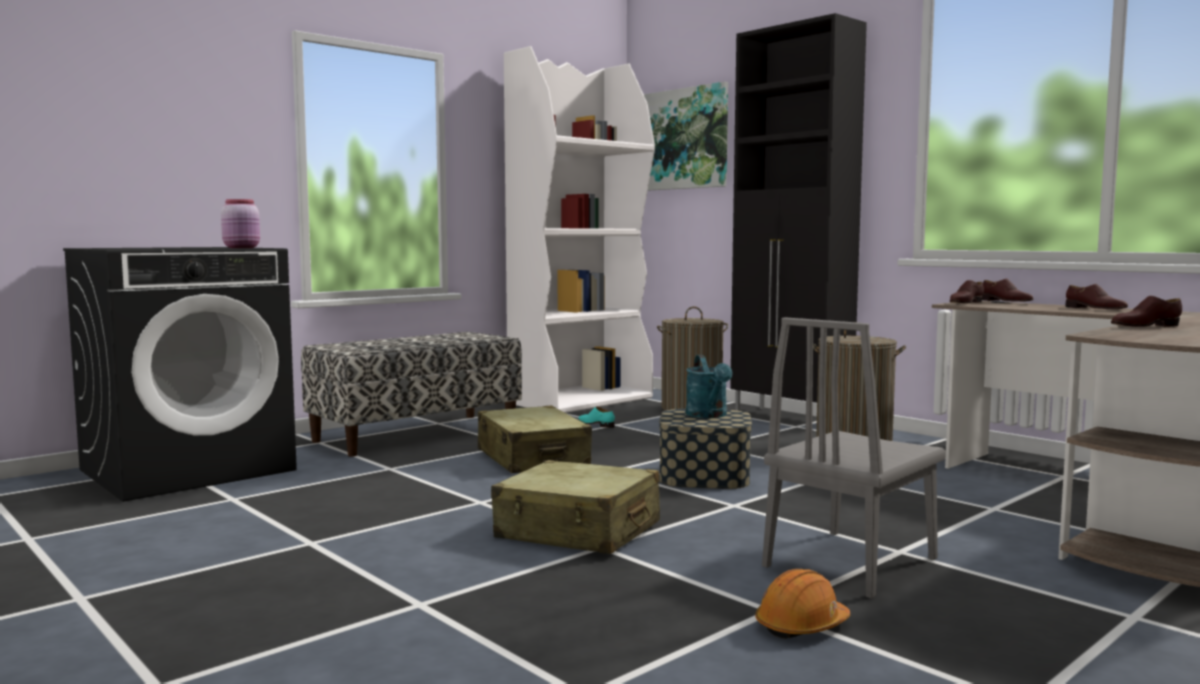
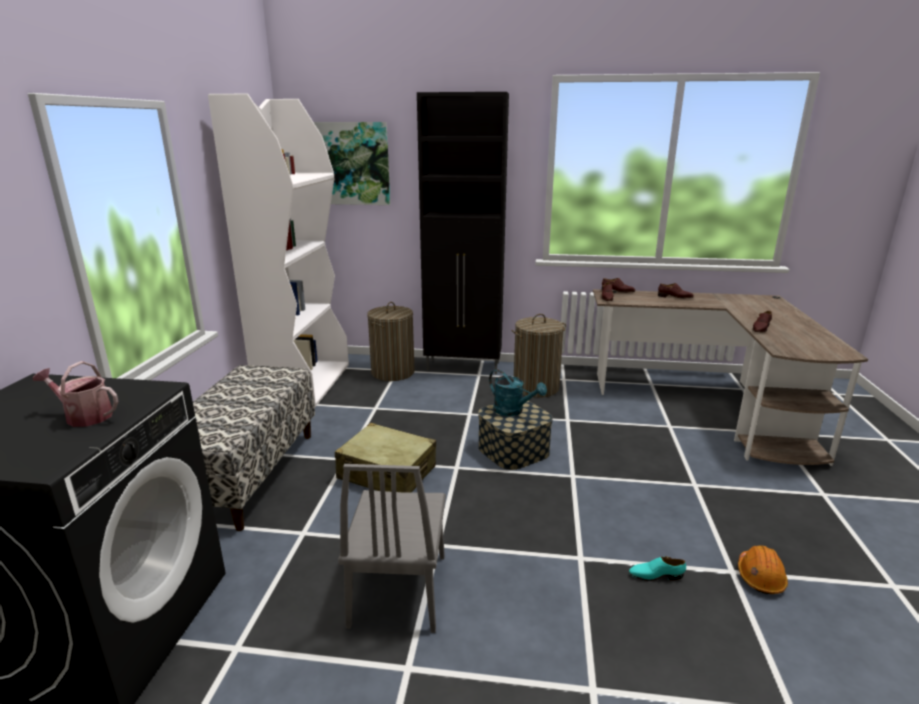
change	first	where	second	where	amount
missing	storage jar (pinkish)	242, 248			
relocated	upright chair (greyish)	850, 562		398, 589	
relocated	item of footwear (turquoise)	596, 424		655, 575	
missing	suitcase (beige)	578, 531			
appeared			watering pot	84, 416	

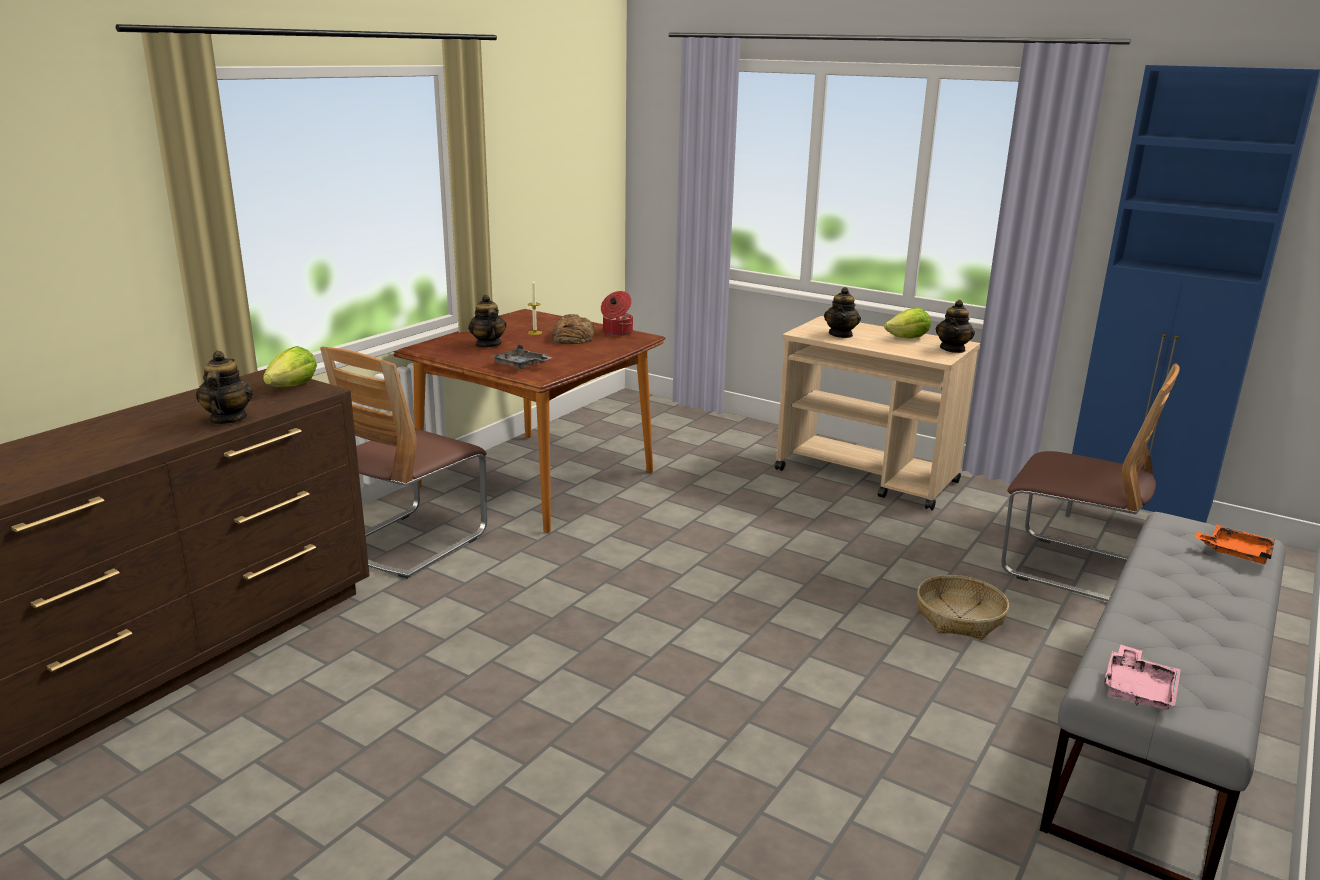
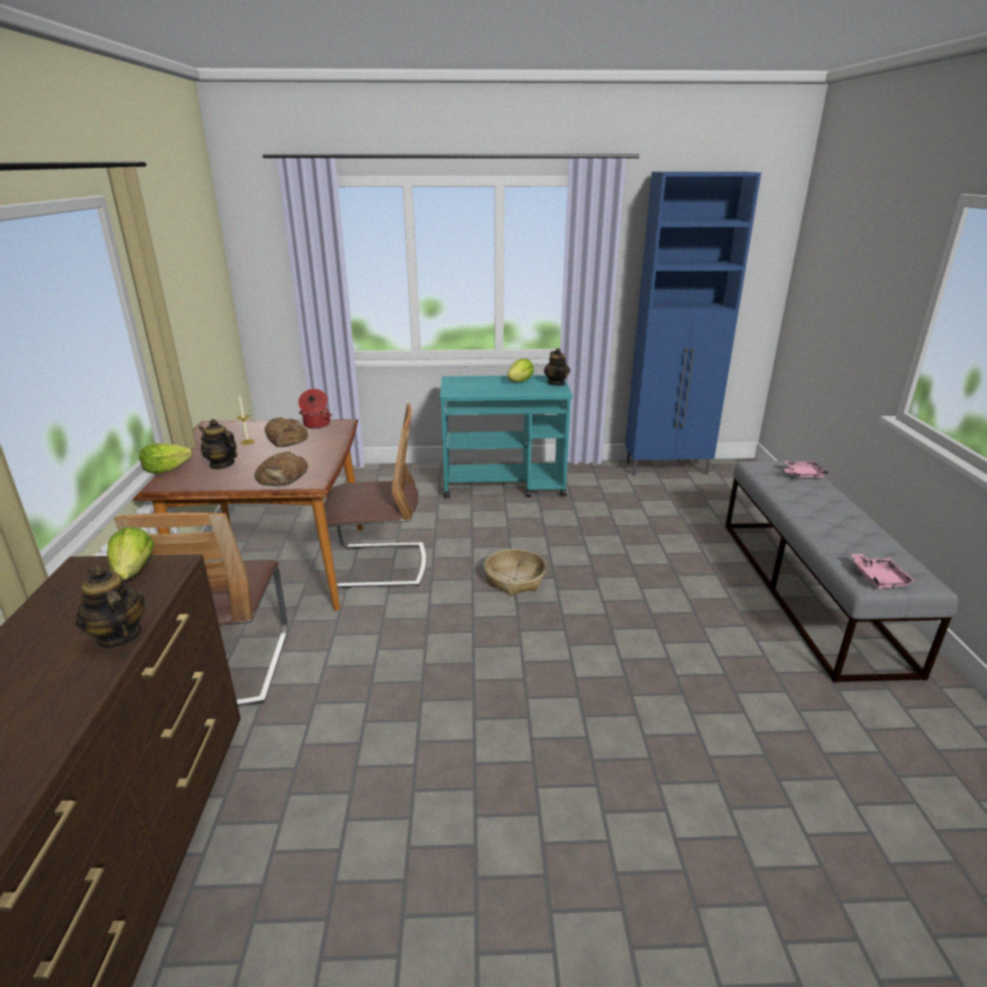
change	first	where	second	where	amount
missing	pot for tea	841, 334			
colour	wheeled cart (beige)	867, 476	wheeled cart (turquoise)	504, 484	
exchanged	serving tray (greyish)	521, 365	bakery bread	282, 476	
relocated	upright chair	1070, 569		378, 566	
colour	serving tray (orange-coloured)	1235, 552	serving tray (pinkish)	802, 474	
relocated	storage basket	959, 617		514, 579	
appeared			head of lettuce	166, 470	

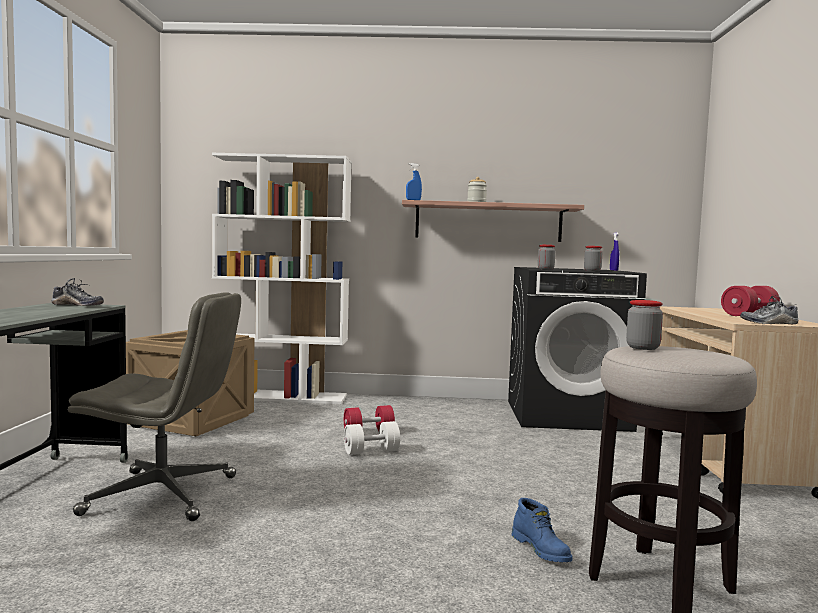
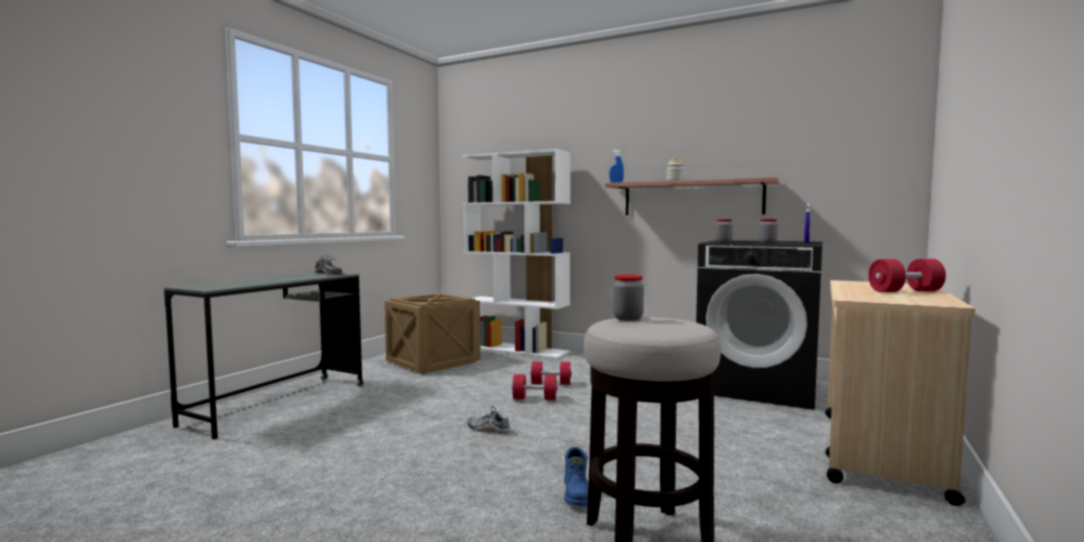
change	first	where	second	where	amount
missing	computer chair (greyish)	164, 495			
relocated	item of footwear	769, 323		488, 429	
colour	dumbbell (whitish)	371, 451	dumbbell (reddish)	534, 398	

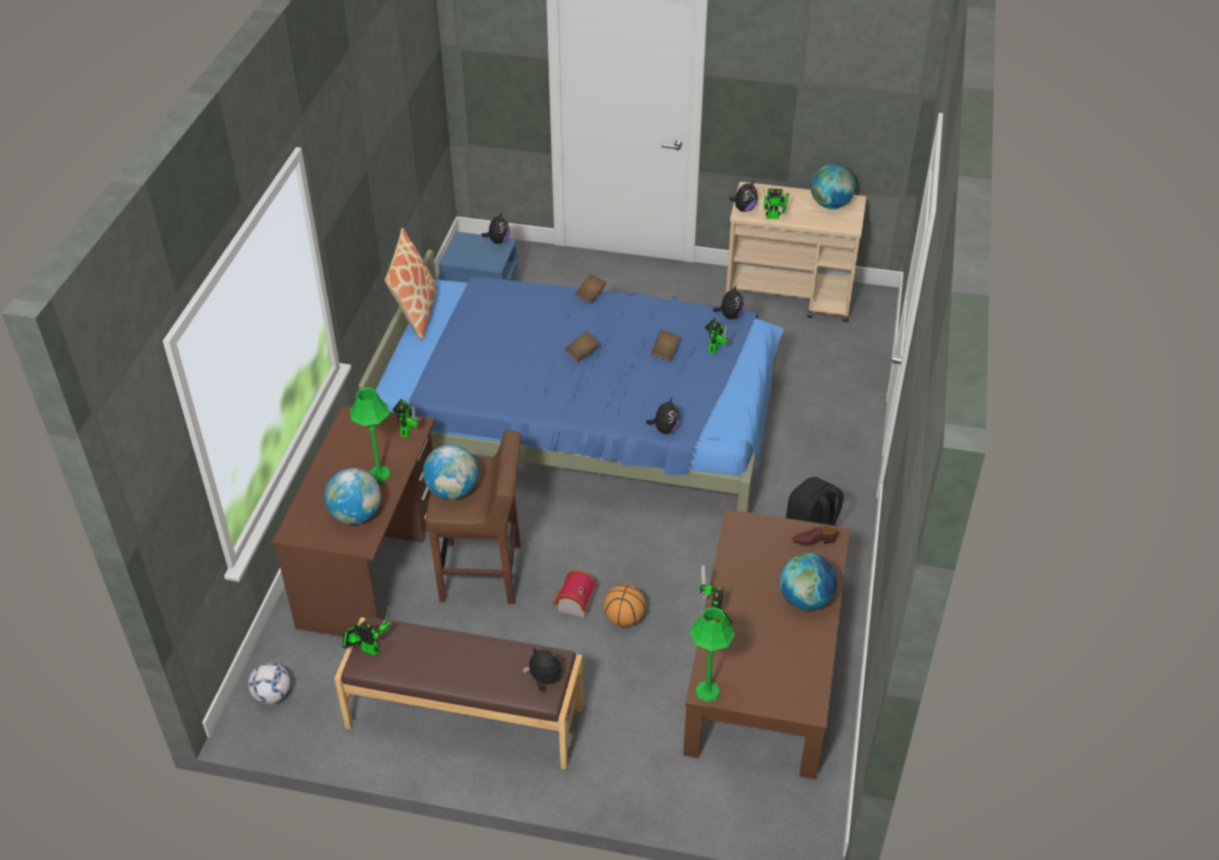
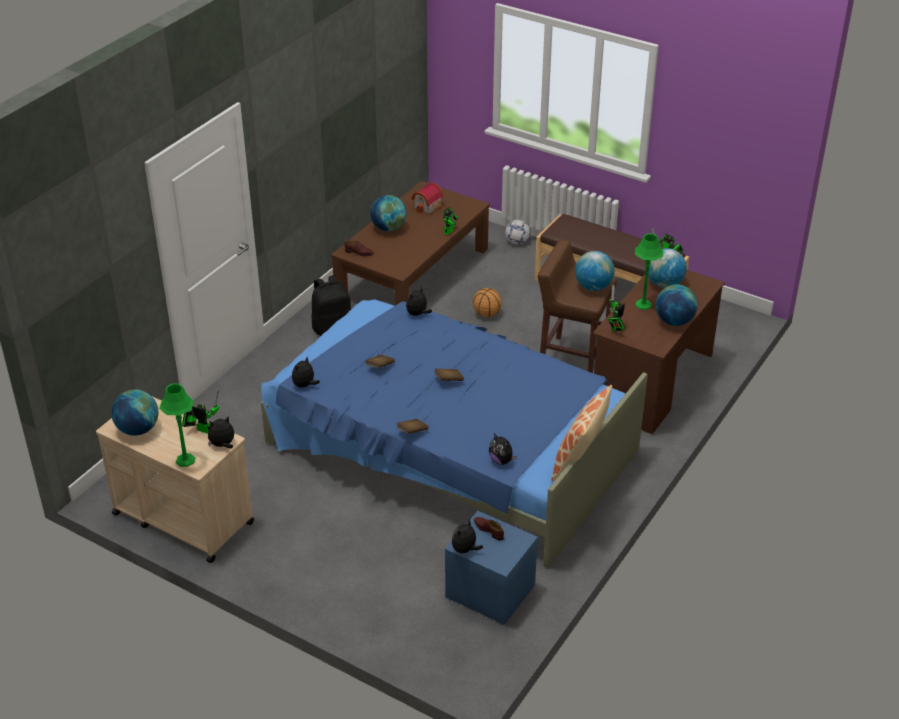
change	first	where	second	where	amount
missing	model robot	714, 347			
relocated	miniature house	573, 604		429, 207	
relocated	table lamp (green)	707, 691		185, 460	
relocated	plush toy	544, 680		501, 460	
relocated	football	272, 695		517, 242	
appeared			world globe	674, 321	
appeared			item of footwear (brownish)	488, 530	

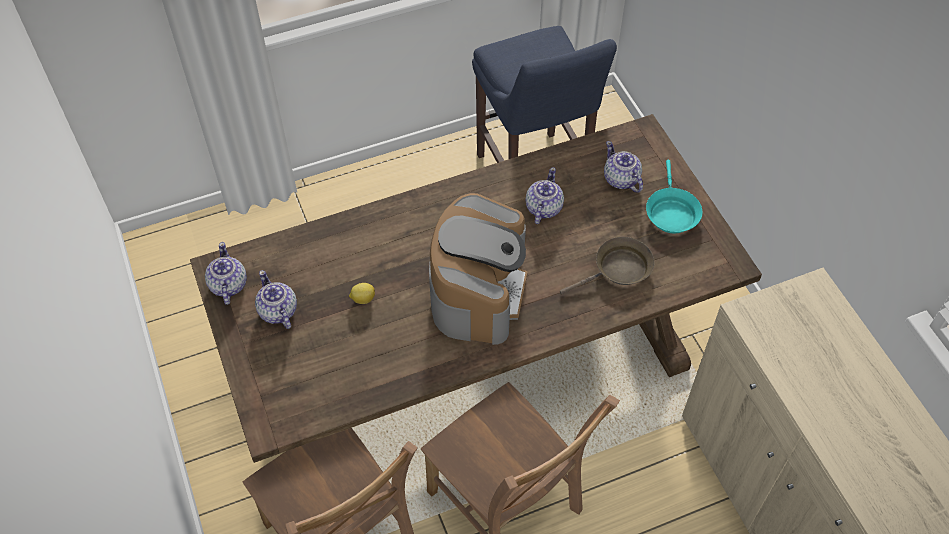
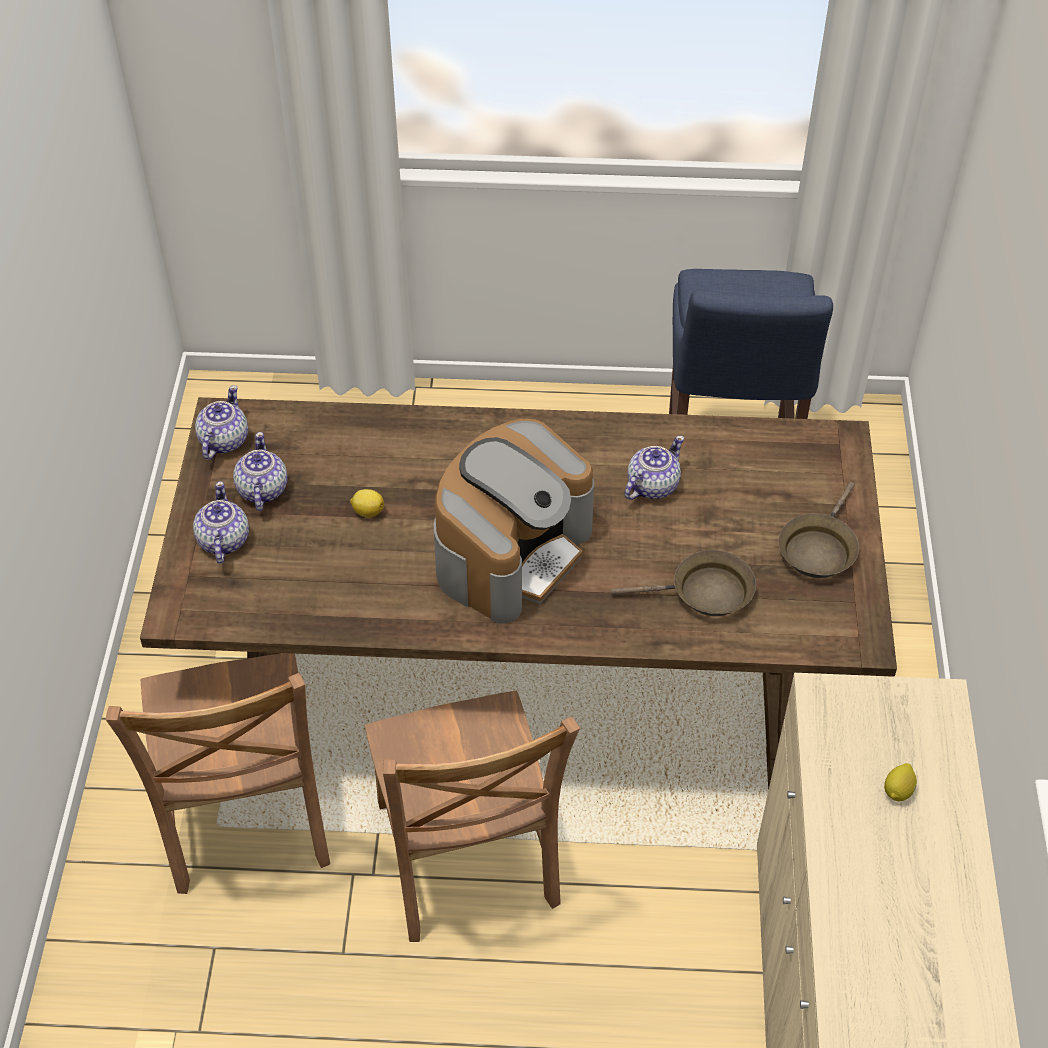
change	first	where	second	where	amount
relocated	pot for tea	621, 180		223, 541	
colour	pan (turquoise)	671, 212	pan (brownish)	818, 548	
appeared			whole lemon	898, 791	

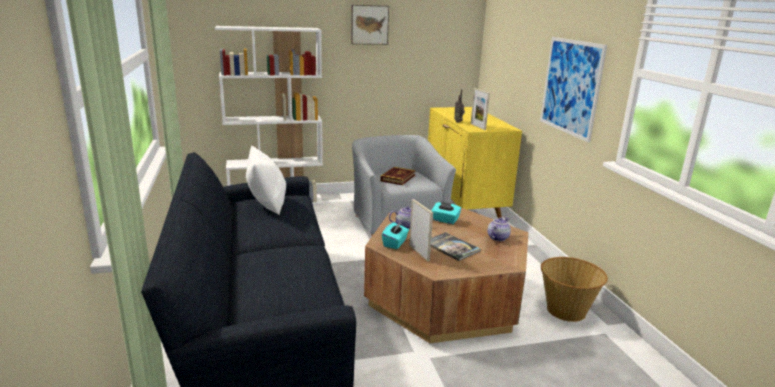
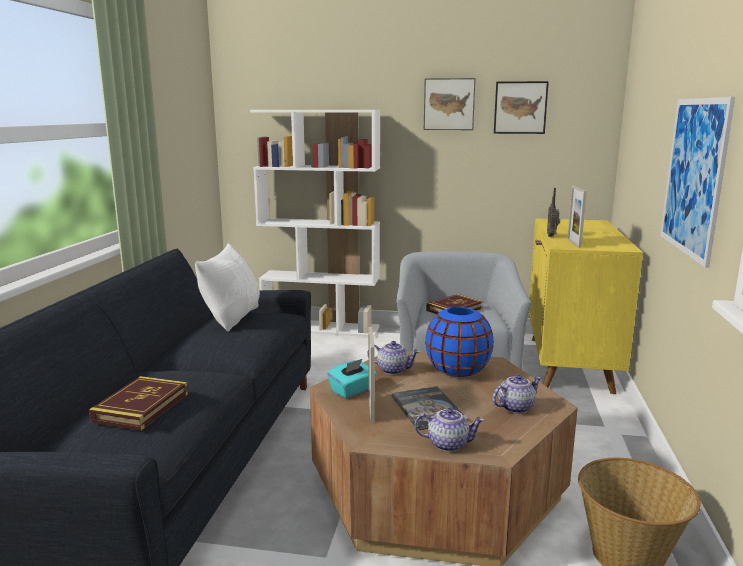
change	first	where	second	where	amount
exchanged	box of tissues (turquoise)	445, 220	decorative vase (blue-coloured)	458, 370	
appeared			wall picture	520, 107	
appeared			book	141, 407	
appeared			pot for tea	448, 444	

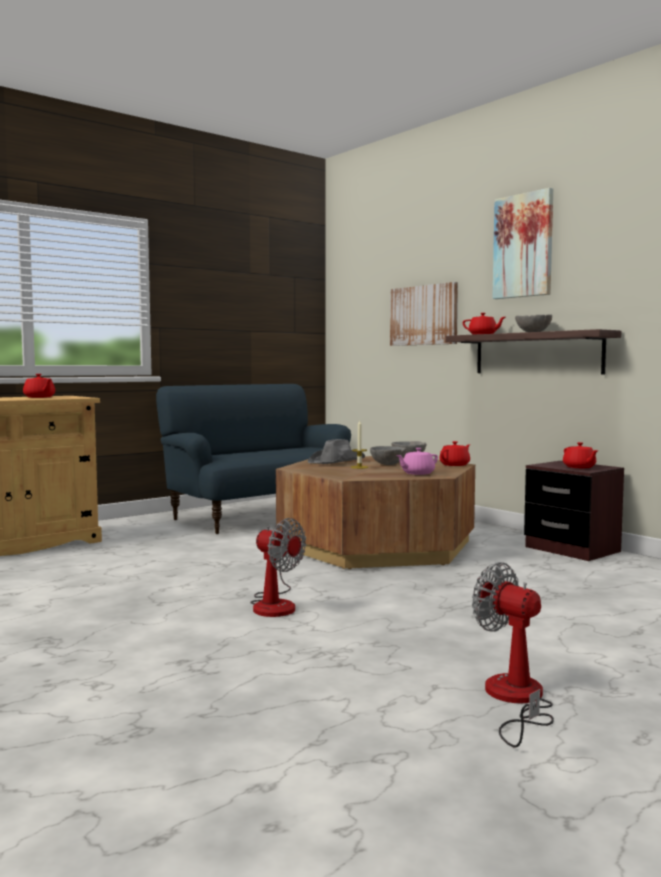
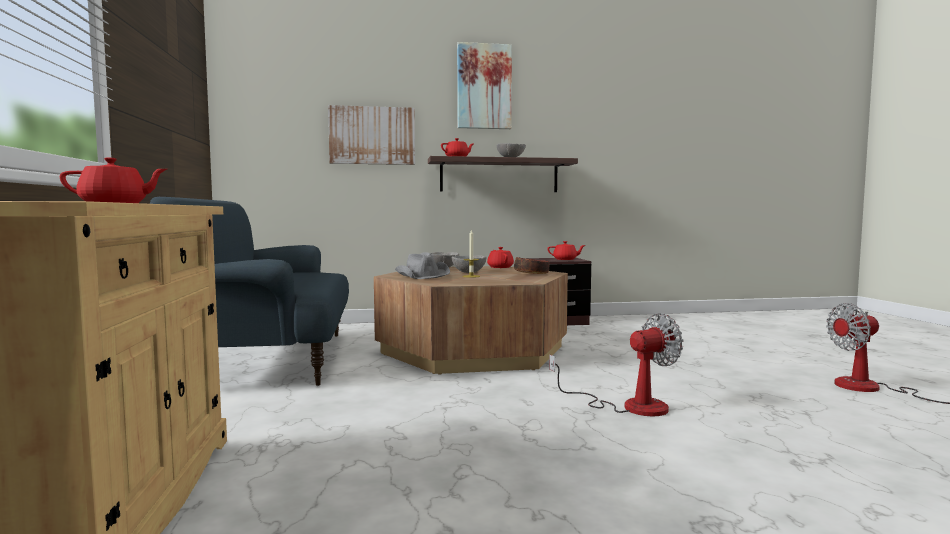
change	first	where	second	where	amount
exchanged	pot for tea (pinkish)	417, 473	bowl	532, 273	

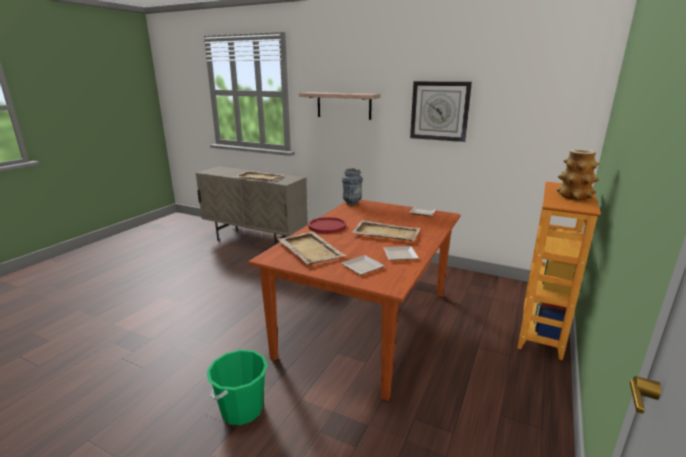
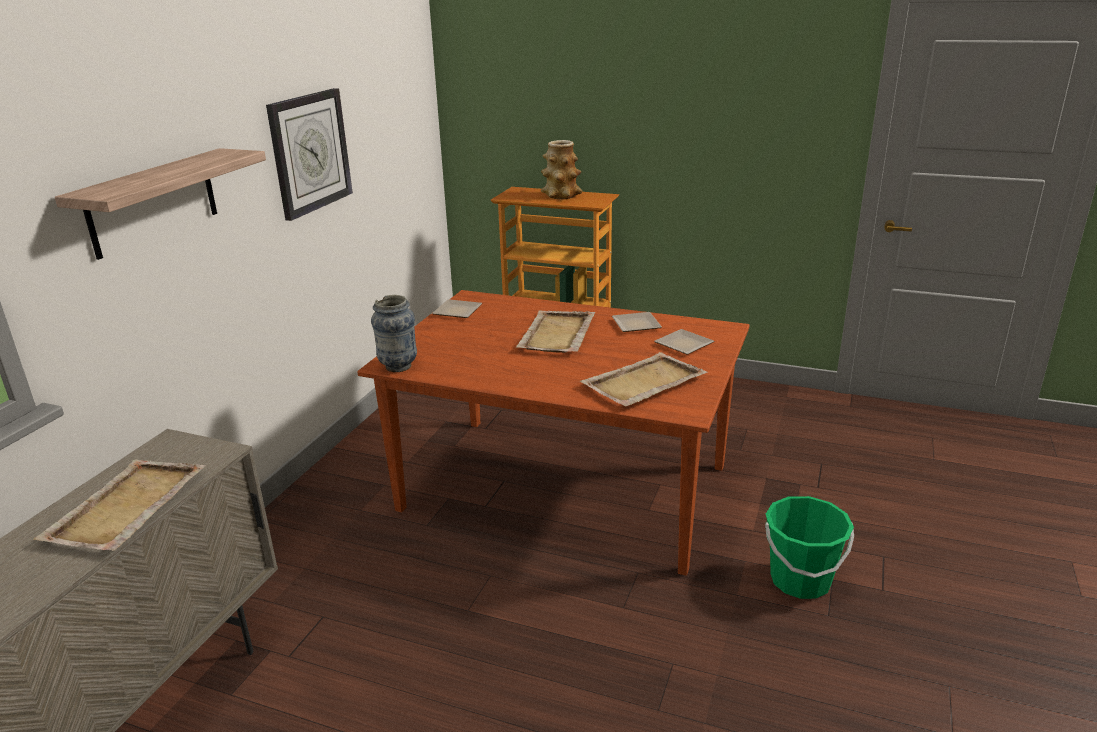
change	first	where	second	where	amount
missing	dinner plate (reddish)	327, 226			

